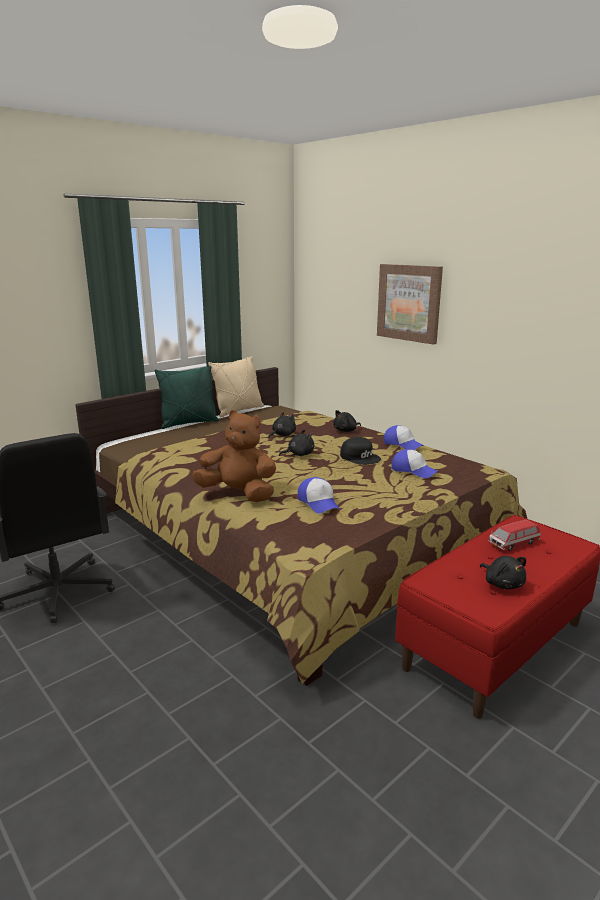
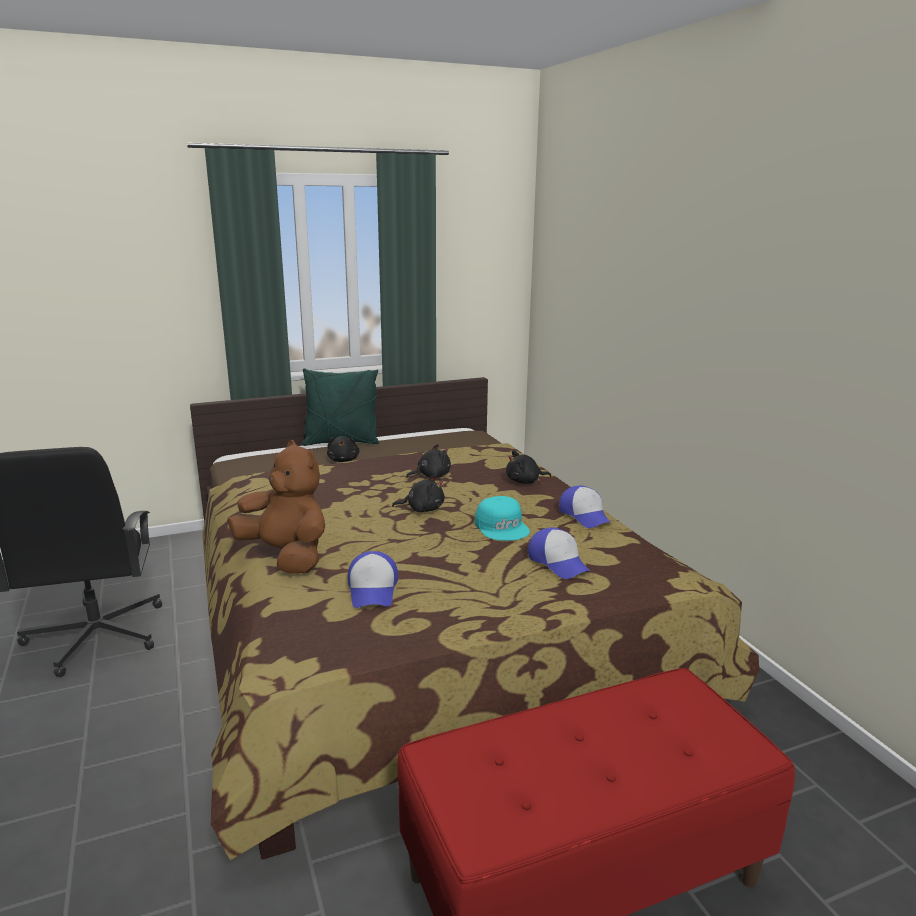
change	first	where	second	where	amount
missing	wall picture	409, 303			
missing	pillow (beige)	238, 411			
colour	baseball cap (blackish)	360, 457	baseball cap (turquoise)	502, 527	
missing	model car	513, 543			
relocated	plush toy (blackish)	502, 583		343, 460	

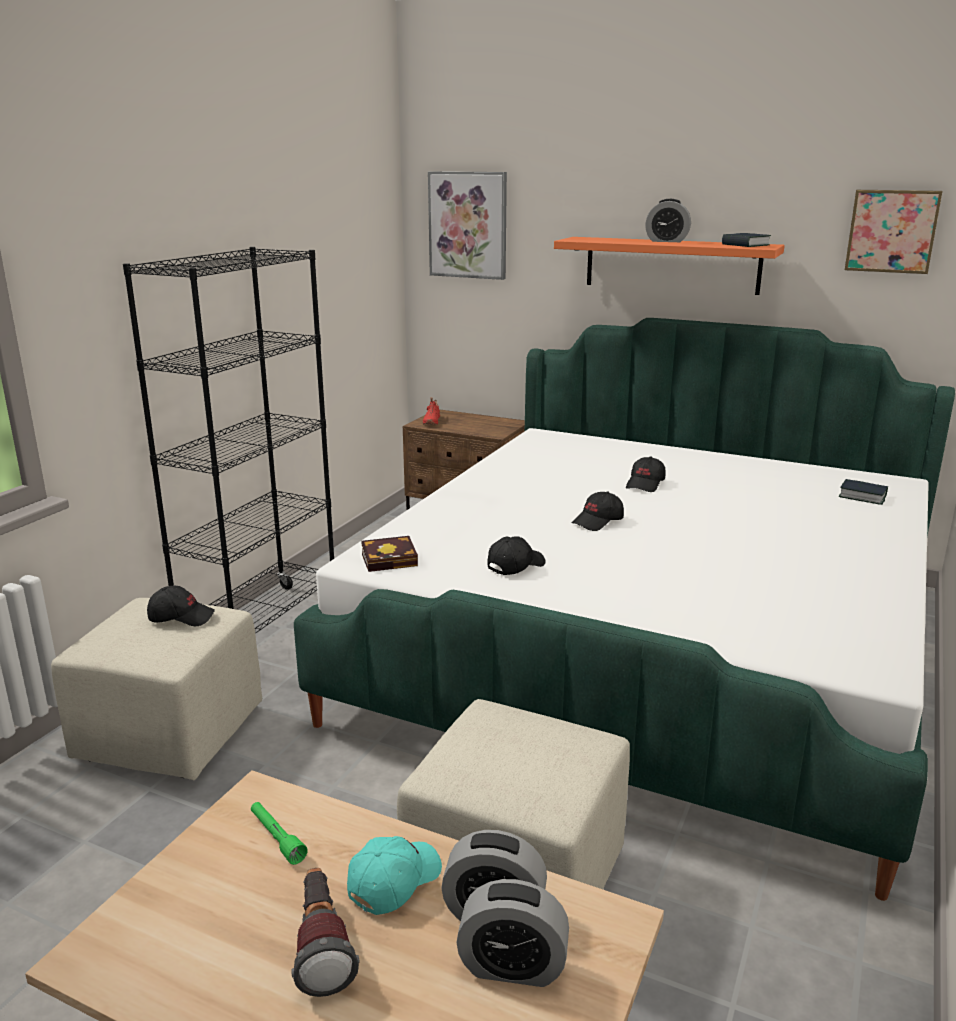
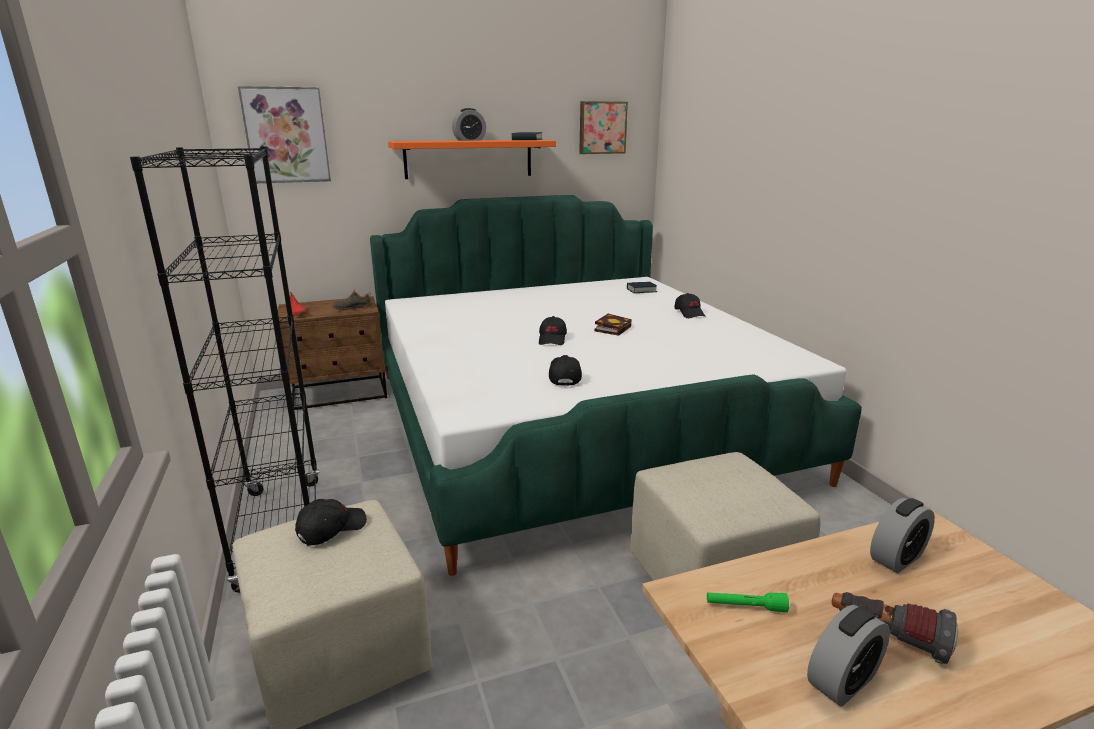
change	first	where	second	where	amount
relocated	baseball cap (blackish)	645, 484		689, 313	
relocated	book	392, 559		613, 328	
missing	baseball cap (turquoise)	394, 881			
relocated	alarm clock	512, 966		842, 681	
appeared			item of footwear (blackish)	352, 308	

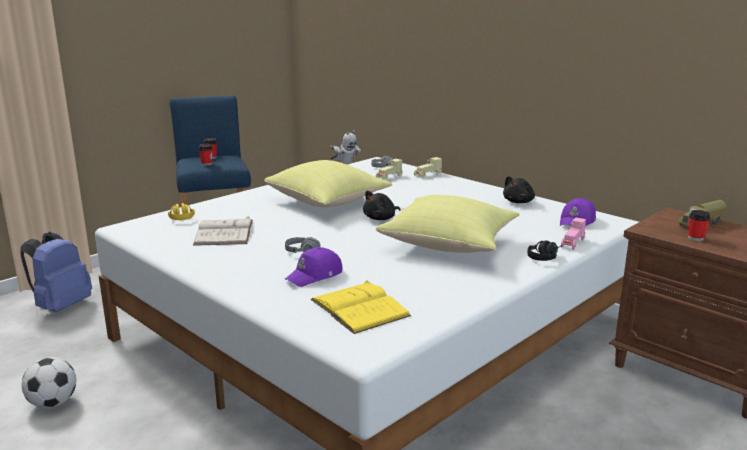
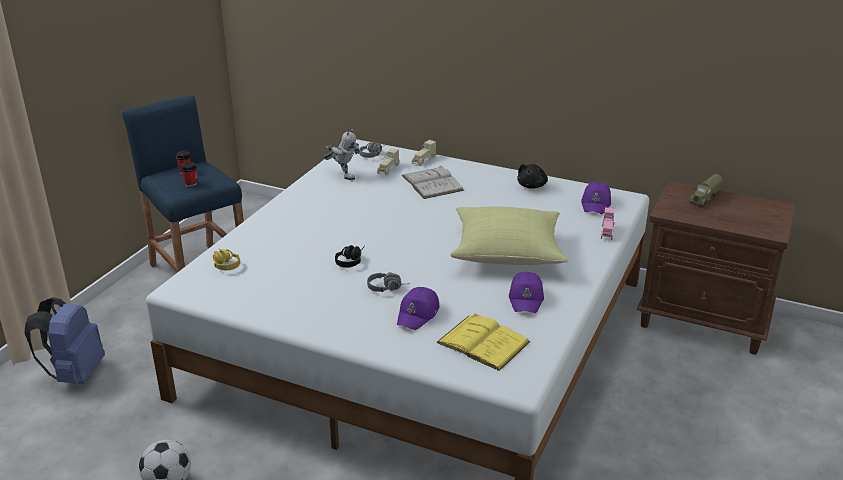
change	first	where	second	where	amount
missing	pillow (yellow)	328, 202			
missing	plush toy (blackish)	381, 218			
missing	cup	695, 238			
relocated	book (whitish)	224, 232		432, 183	
relocated	headset (blackish)	545, 257		351, 260	
appeared			baseball cap (purple-coloured)	526, 298	

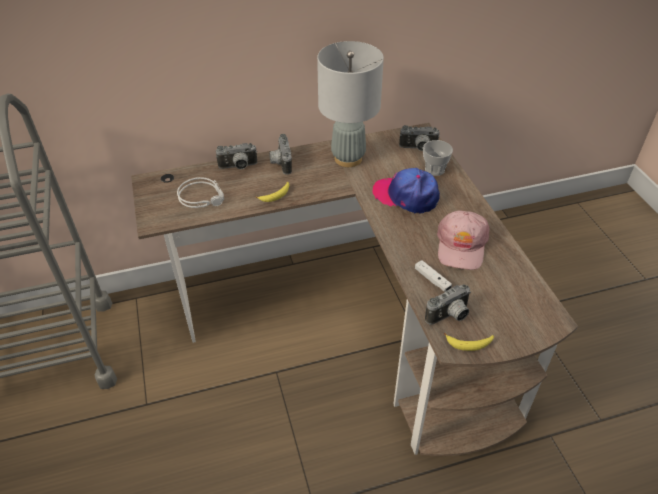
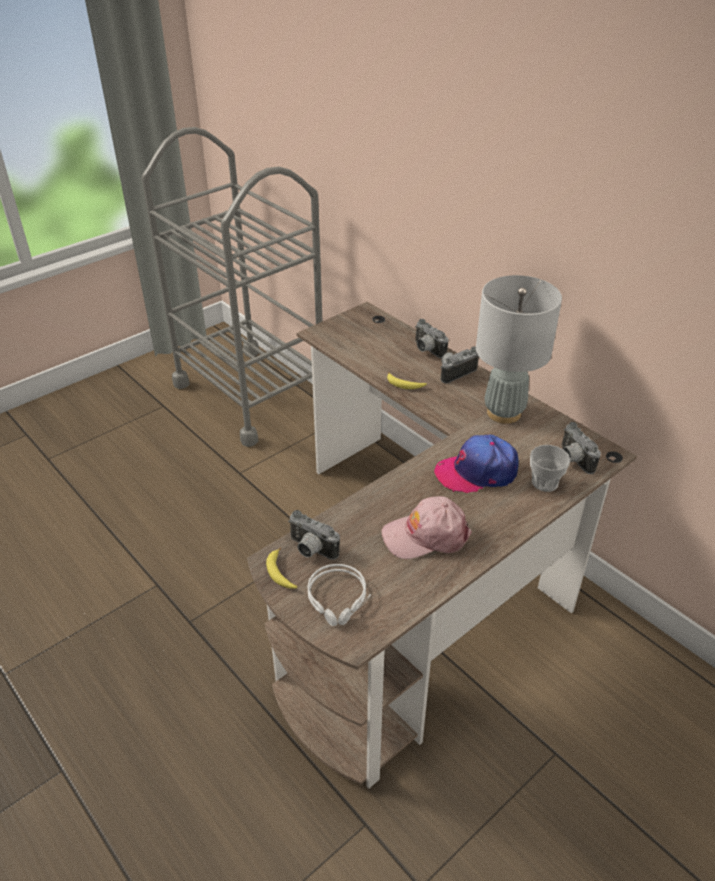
change	first	where	second	where	amount
spun	baseball cap	406, 196		477, 472	105 degrees counterclockwise
relocated	headset (greyish)	203, 197		339, 599	
missing	game controller (whitish)	432, 279			

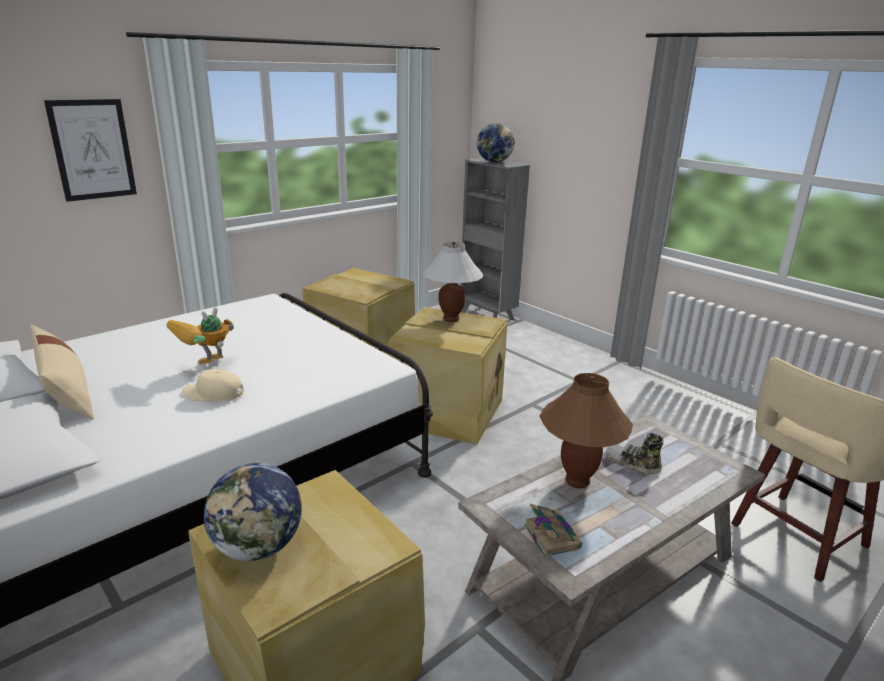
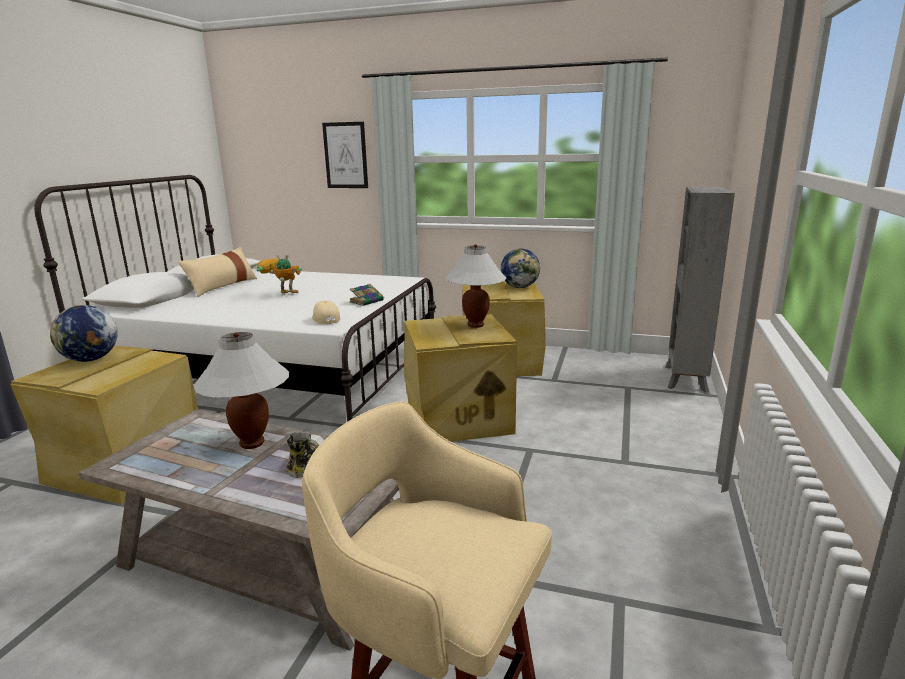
change	first	where	second	where	amount
relocated	world globe	494, 162		520, 287	
relocated	baseball cap (beige)	213, 394		325, 319	
colour	table lamp (brownish)	577, 481	table lamp (whitish)	252, 443	
relocated	book	551, 536		367, 301	

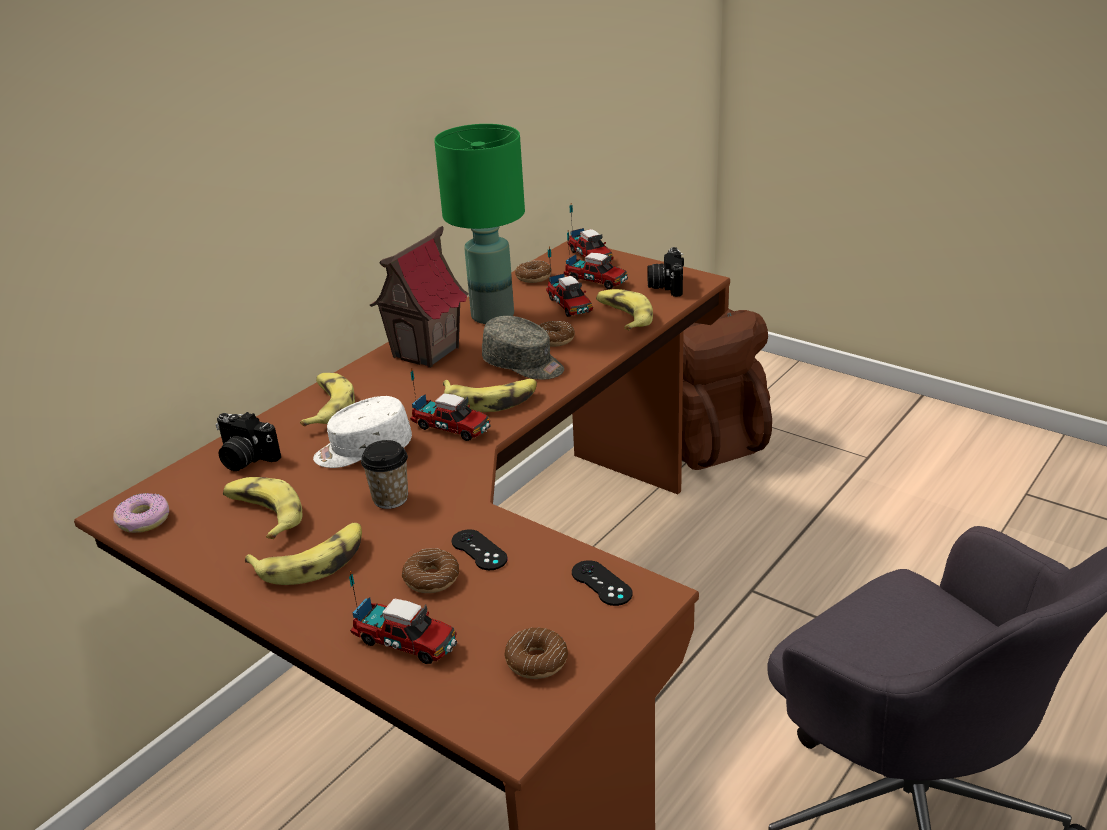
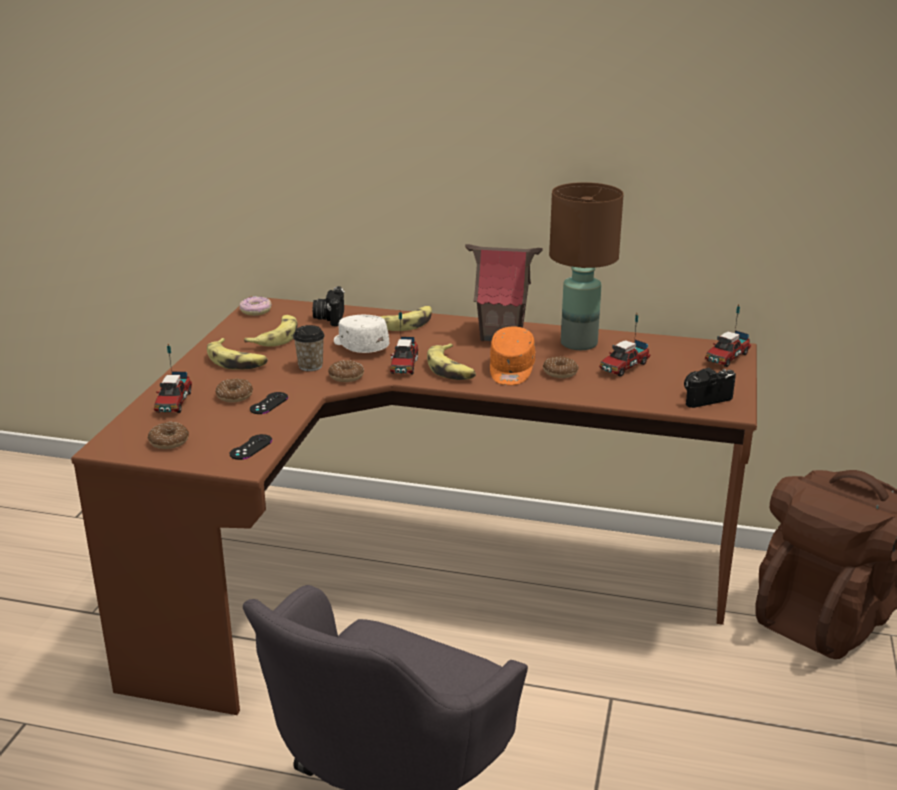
change	first	where	second	where	amount
colour	table lamp (green)	492, 316	table lamp (brownish)	577, 344	
missing	toy lorry	596, 281			
relocated	donut	533, 277		346, 377	
missing	banana	623, 317			
colour	baseball cap (greyish)	524, 365	baseball cap (orange-coloured)	511, 370	

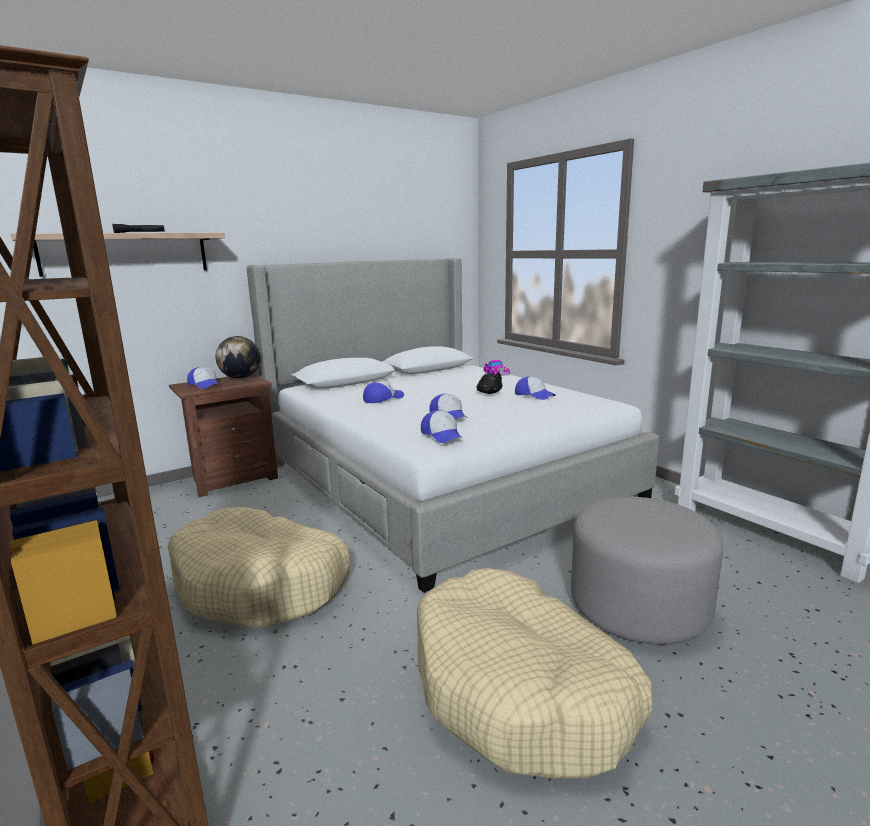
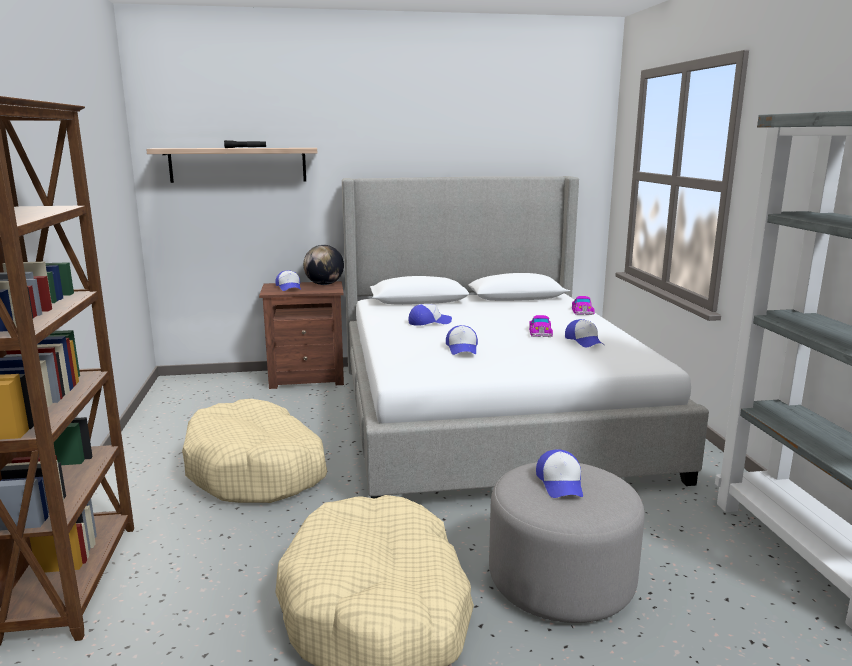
change	first	where	second	where	amount
exchanged	plush toy (blackish)	489, 393	model car	540, 331	
relocated	baseball cap	442, 435		561, 483	

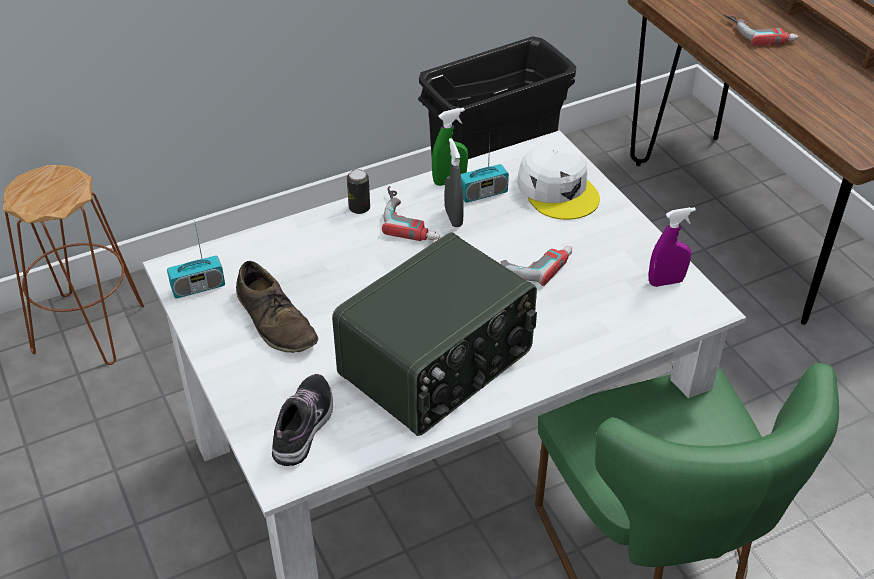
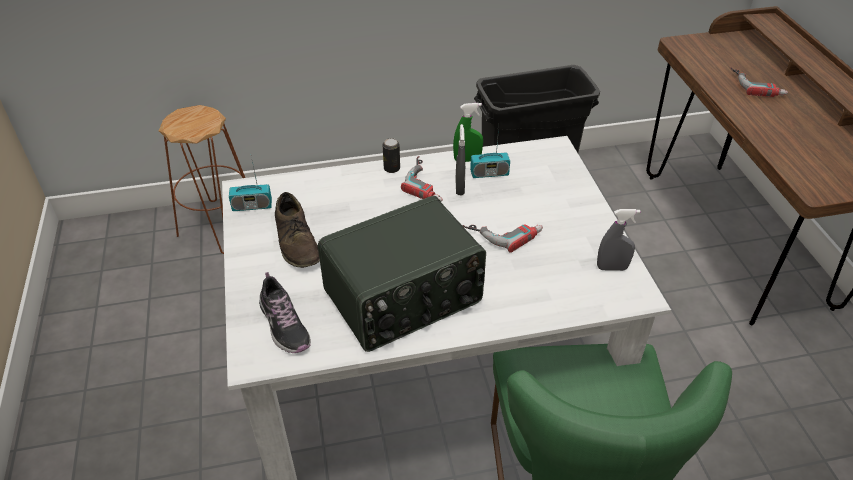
change	first	where	second	where	amount
missing	baseball cap (whitish)	558, 190			
colour	sprayer (purple-coloured)	666, 282	sprayer (greyish)	612, 268	
spun	item of footwear	304, 426		284, 325	120 degrees clockwise

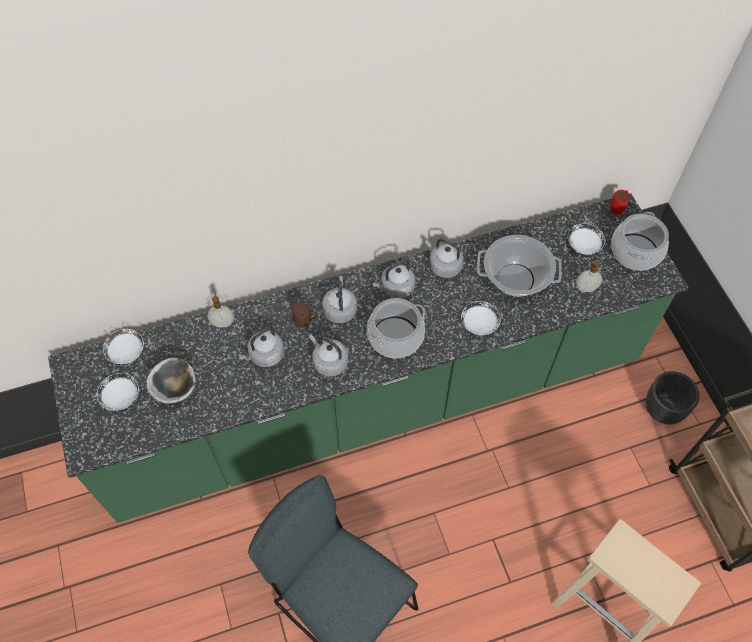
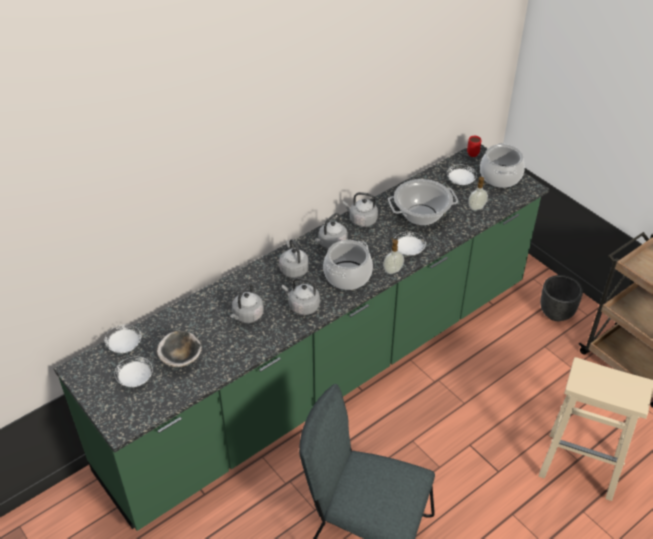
change	first	where	second	where	amount
relocated	soap bottle	222, 322		392, 270	
missing	tea mug (brownish)	306, 322			

